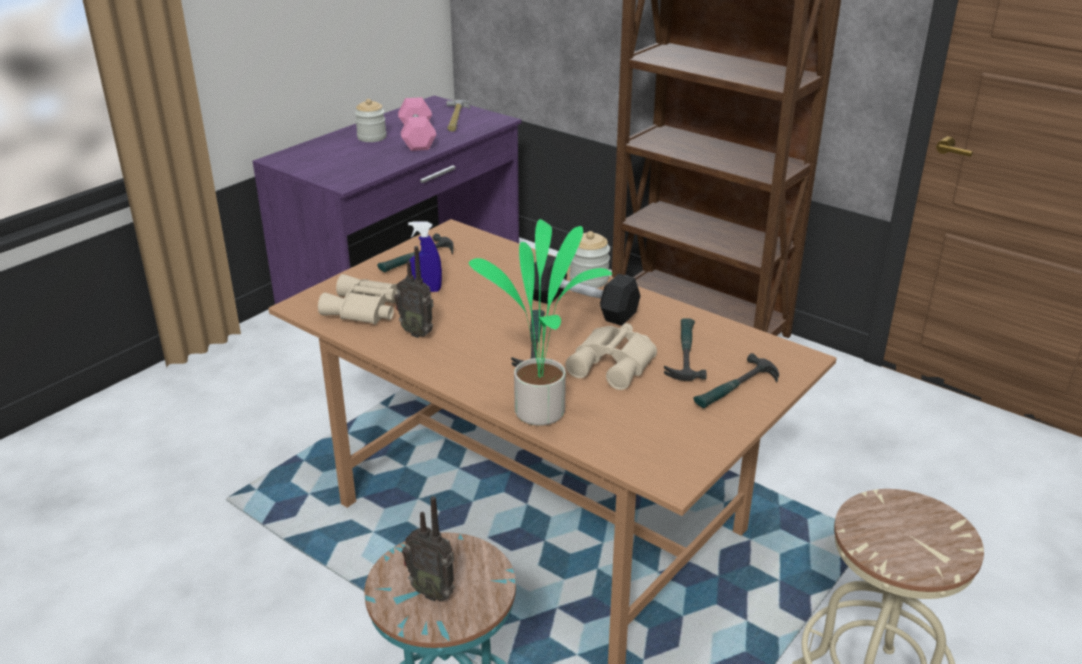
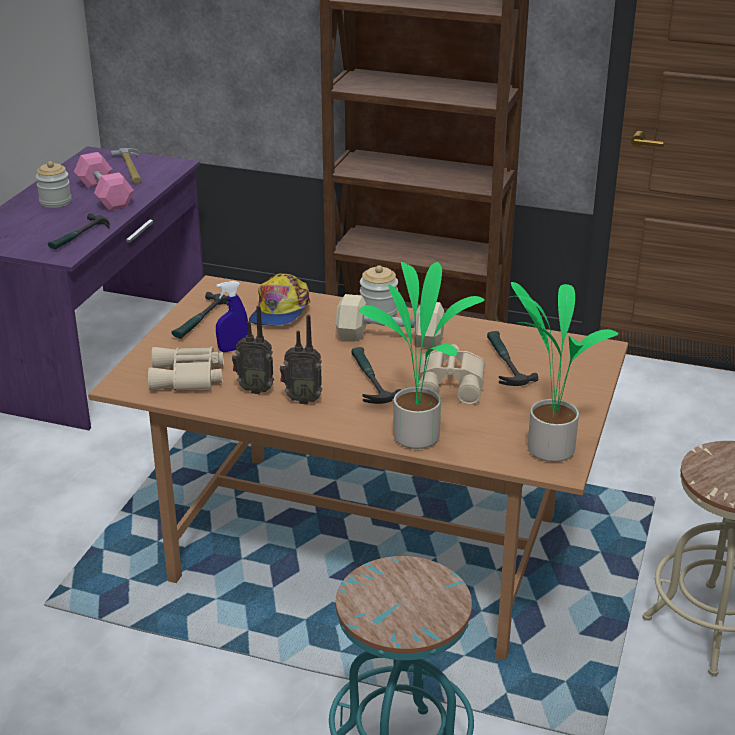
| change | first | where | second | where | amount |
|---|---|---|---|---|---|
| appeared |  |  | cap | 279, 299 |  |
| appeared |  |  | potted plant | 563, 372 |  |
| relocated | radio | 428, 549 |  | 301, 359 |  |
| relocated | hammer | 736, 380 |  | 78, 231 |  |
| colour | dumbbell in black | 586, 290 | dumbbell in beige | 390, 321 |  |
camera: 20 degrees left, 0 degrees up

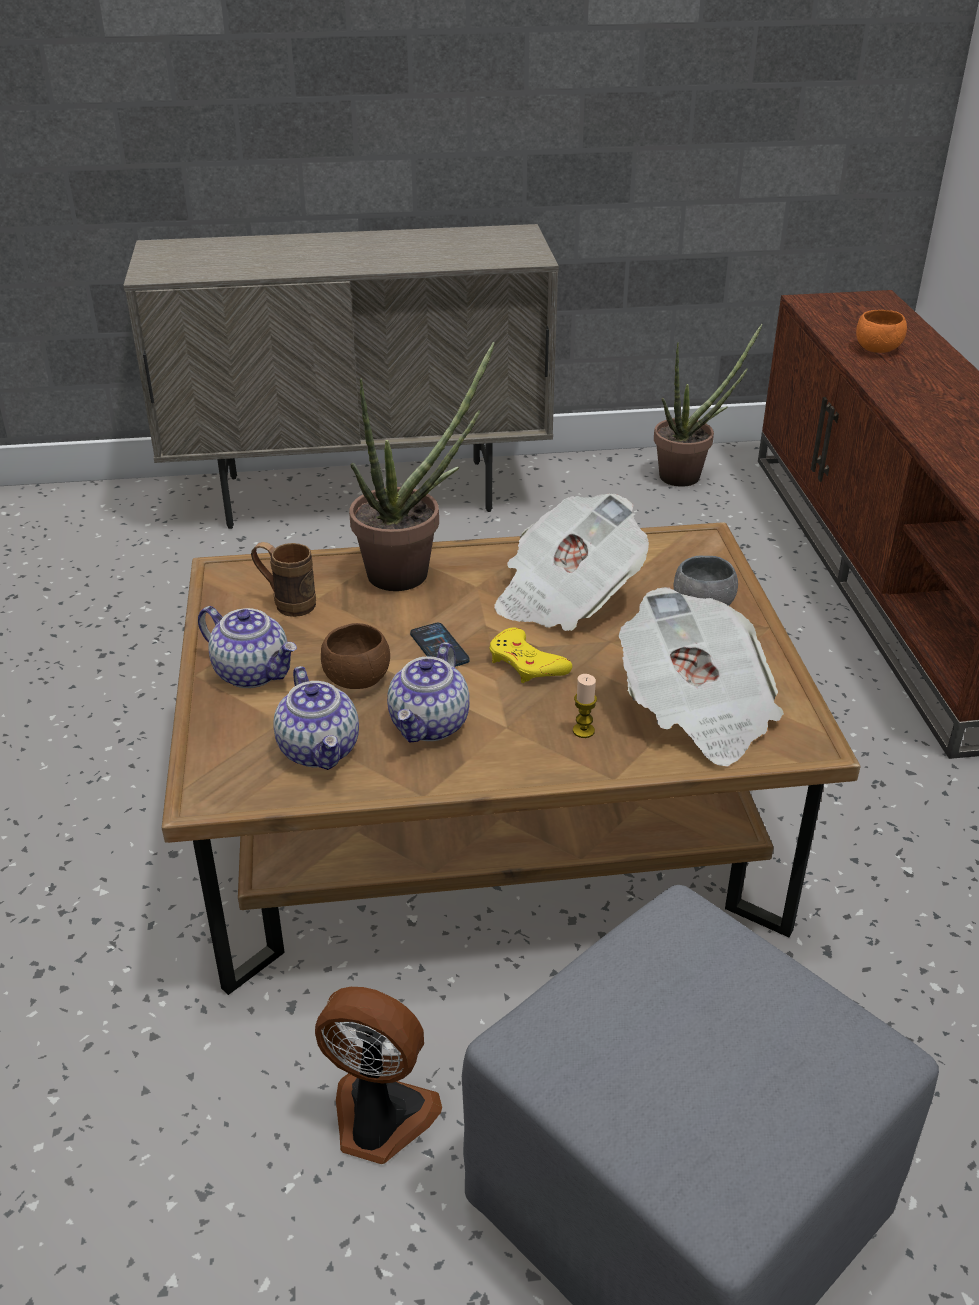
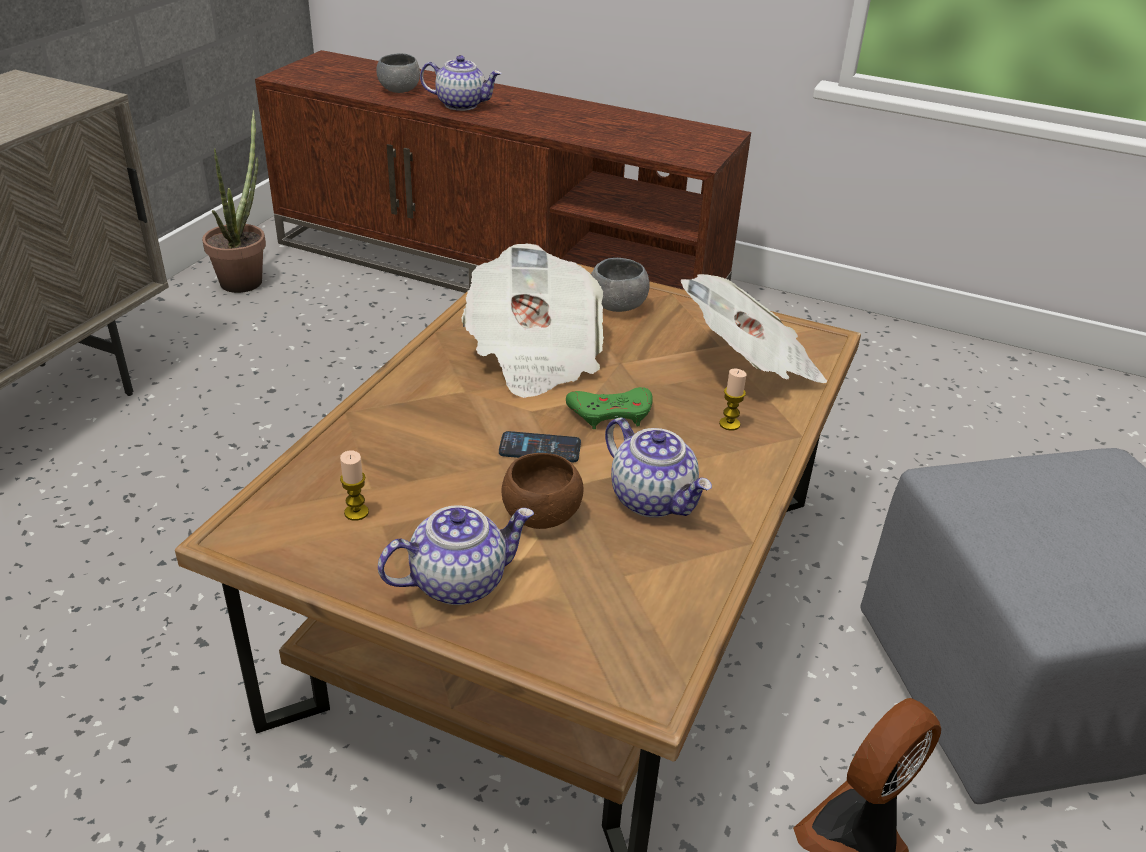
| change | first | where | second | where | amount |
|---|---|---|---|---|---|
| missing | potted plant | 422, 466 |  |  |  |
| relocated | teapot | 316, 718 |  | 460, 83 |  |
| exchanged | mug in brown | 283, 579 | candle | 354, 485 |  |
| colour | game controller in yellow | 530, 655 | game controller in green | 609, 408 |  |
| colour | bowl in orange | 881, 331 | bowl in grey | 398, 73 |  |
camera: 60 degrees left, 0 degrees up

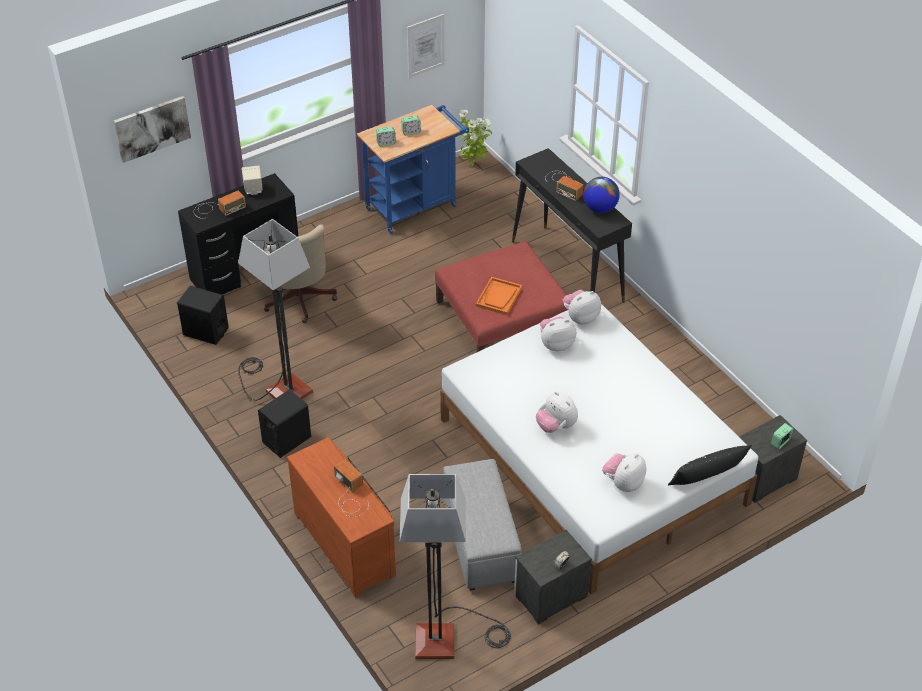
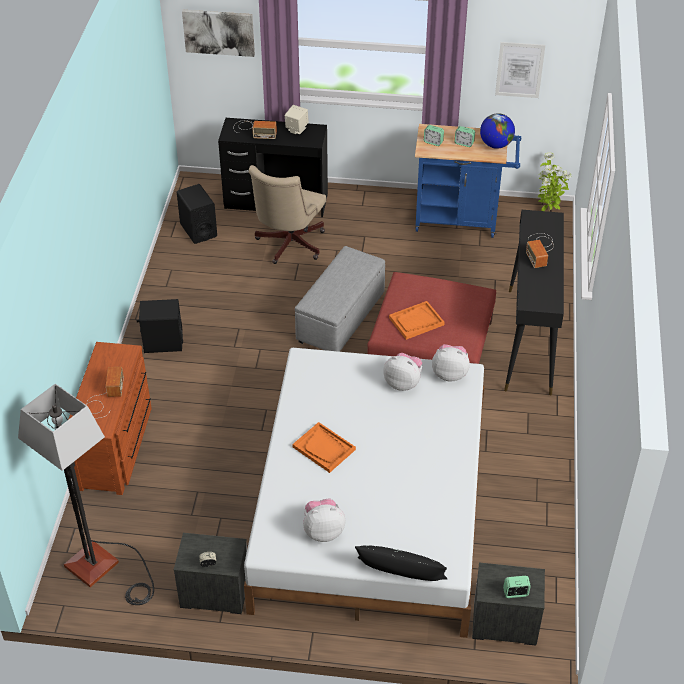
| change | first | where | second | where | amount |
|---|---|---|---|---|---|
| missing | floor lamp | 275, 310 |  |  |  |
| relocated | ottoman in grey | 482, 524 |  | 340, 299 |  |
| relocated | globe | 601, 195 |  | 497, 131 |  |
| exchanged | plush toy | 557, 412 | tray in orange | 324, 447 |  |
camera: 40 degrees right, 0 degrees up

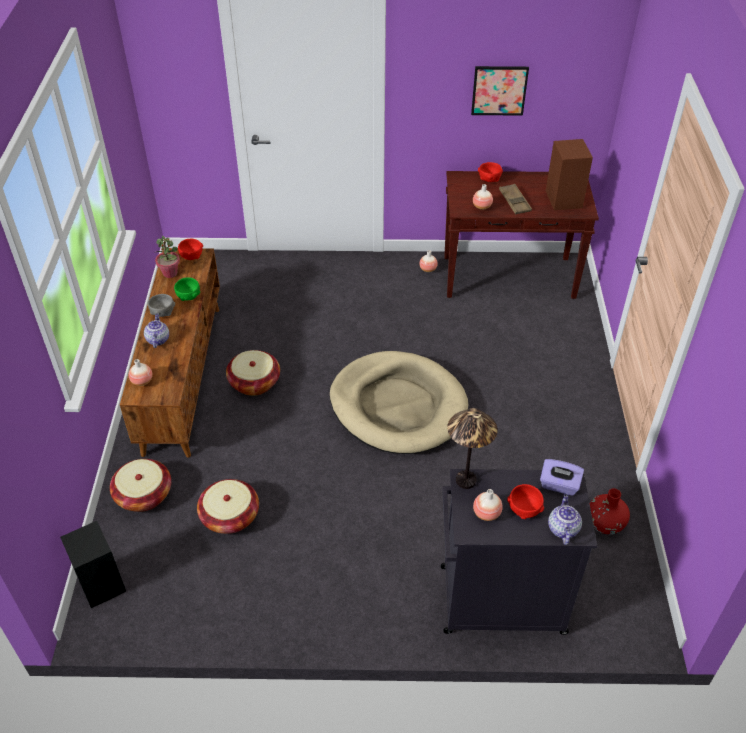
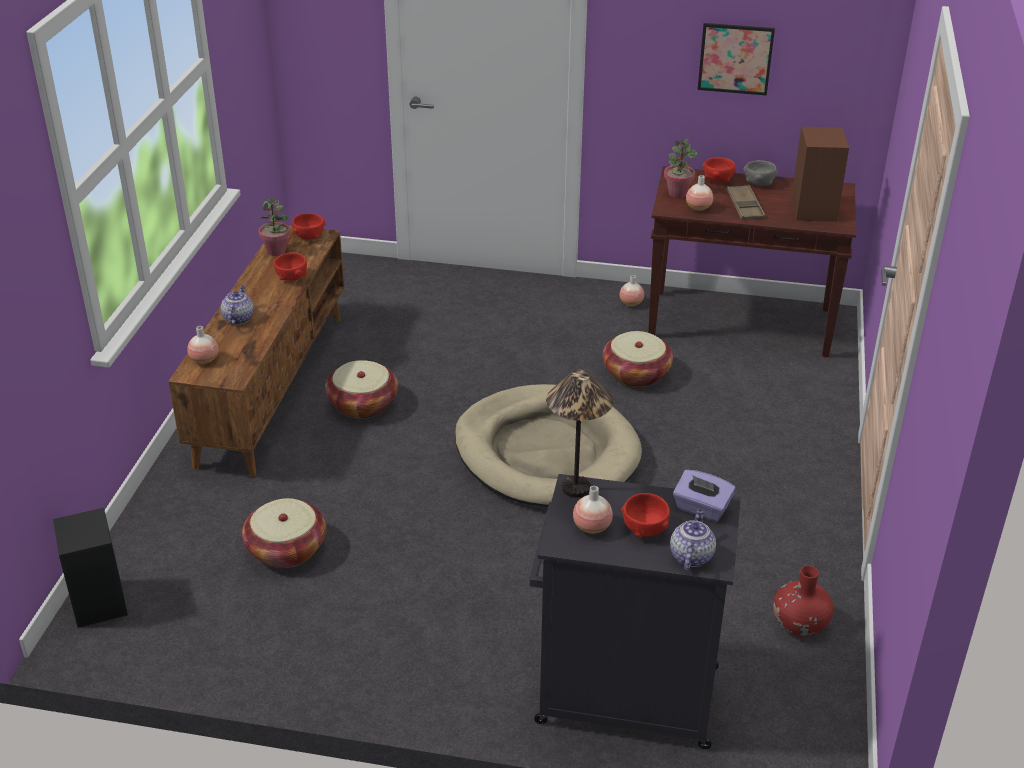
| change | first | where | second | where | amount |
|---|---|---|---|---|---|
| appeared |  |  | potted plant | 680, 168 |  |
| relocated | basket | 140, 485 |  | 638, 359 |  |
| relocated | bowl in grey | 161, 305 |  | 761, 173 |  |
| colour | bowl in green | 187, 289 | bowl in red | 290, 267 |  |
camera: 10 degrees right, 10 degrees down

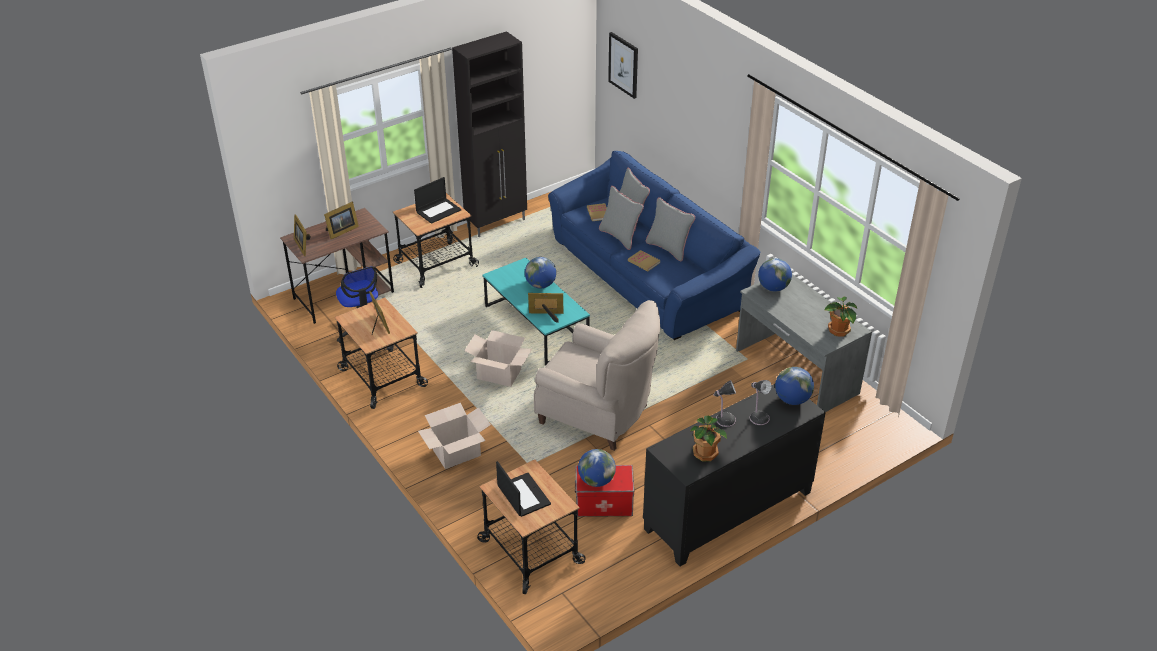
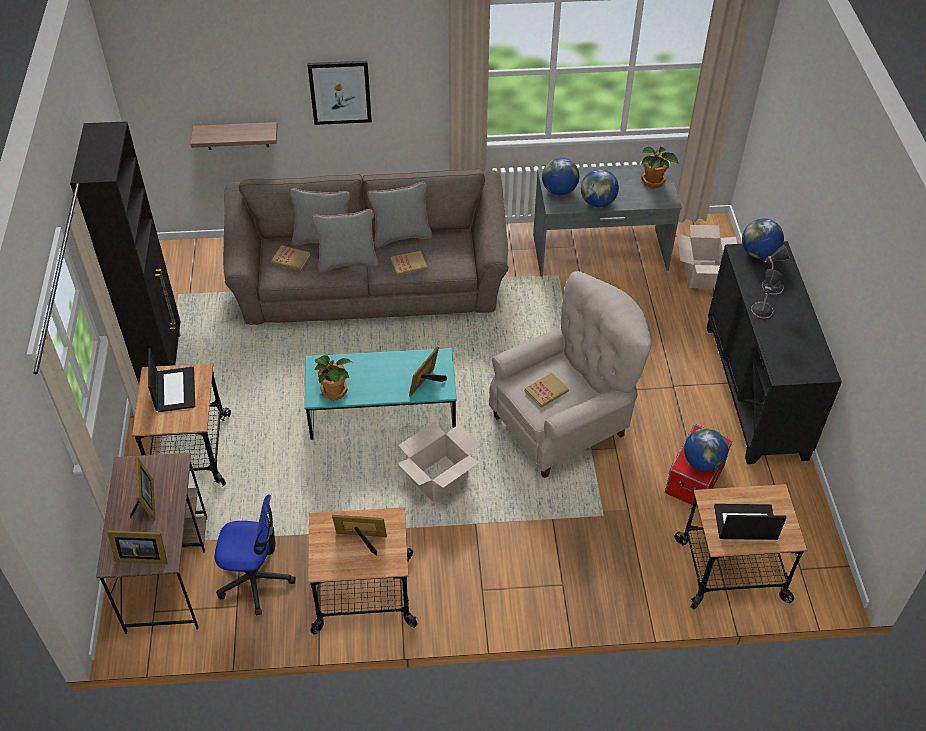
| change | first | where | second | where | amount |
|---|---|---|---|---|---|
| appeared |  |  | shelf | 233, 136 |  |
| appeared |  |  | book | 547, 390 |  |
| relocated | cardboard box | 454, 436 |  | 706, 257 |  |
| relocated | globe | 540, 272 |  | 600, 188 |  |
| relocated | picture | 623, 65 |  | 340, 93 |  |
| relocated | potted plant | 708, 439 |  | 333, 378 |  |
| colour | sofa in blue | 654, 245 | sofa in brown | 366, 246 |  |
camera: 60 degrees left, 10 degrees up

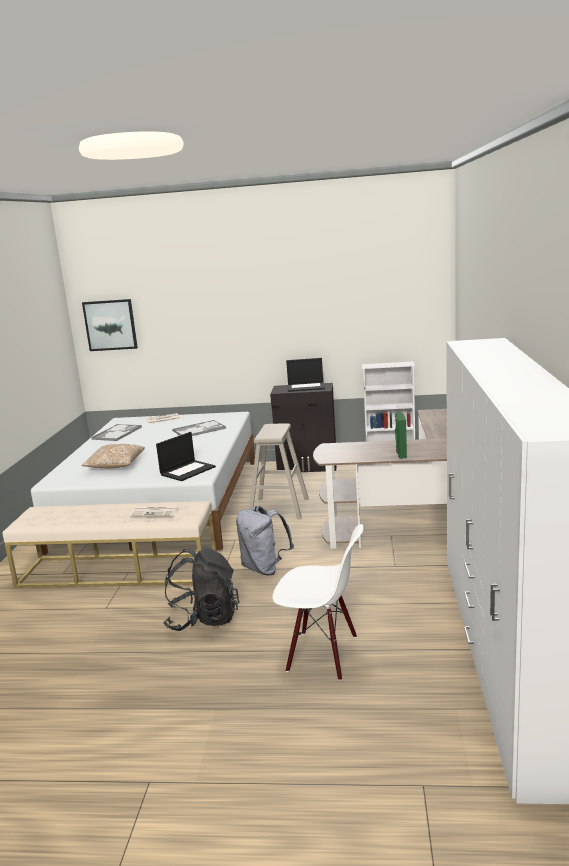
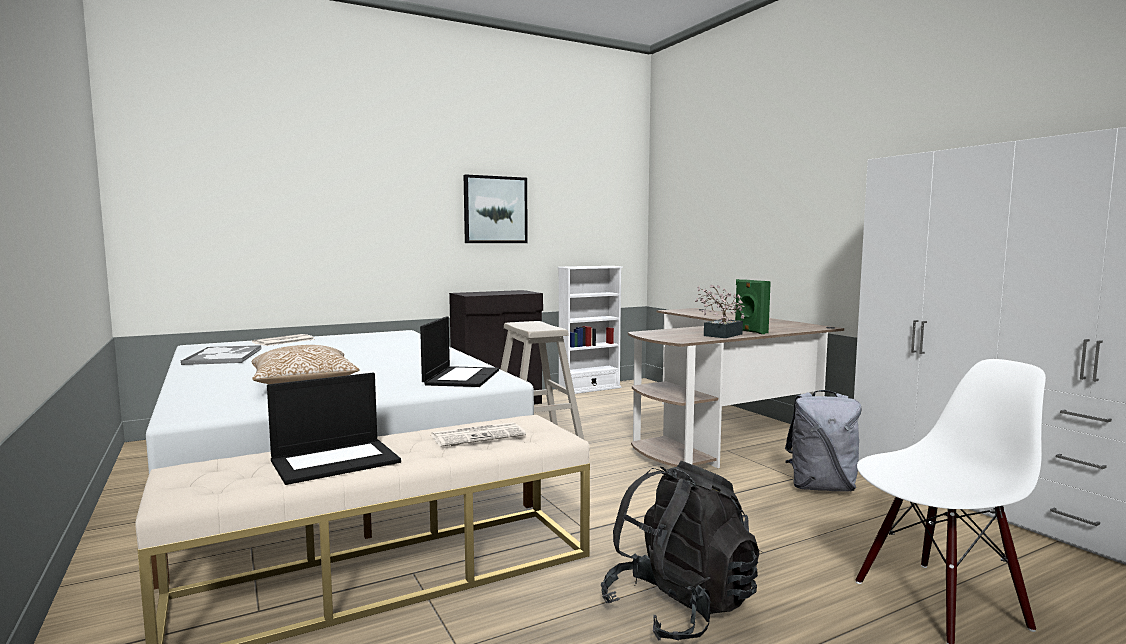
| change | first | where | second | where | amount |
|---|---|---|---|---|---|
| missing | tray | 199, 428 |  |  |  |
| appeared |  |  | potted plant | 720, 311 |  |
| relocated | picture | 110, 325 |  | 496, 208 |  |
| relocated | backpack in grey | 265, 540 |  | 823, 441 |  |
| relocated | laptop | 305, 375 |  | 334, 429 |  |
camera: 35 degrees left, 10 degrees down

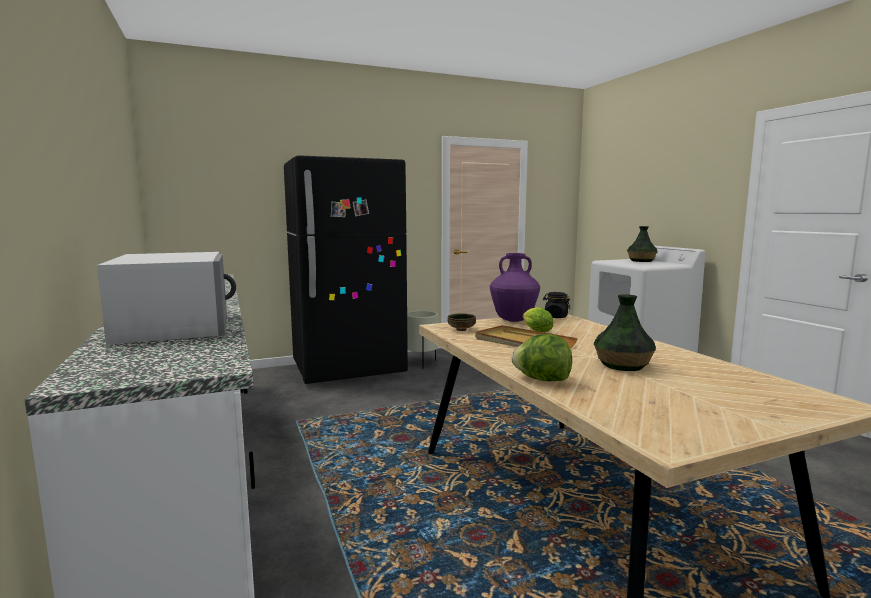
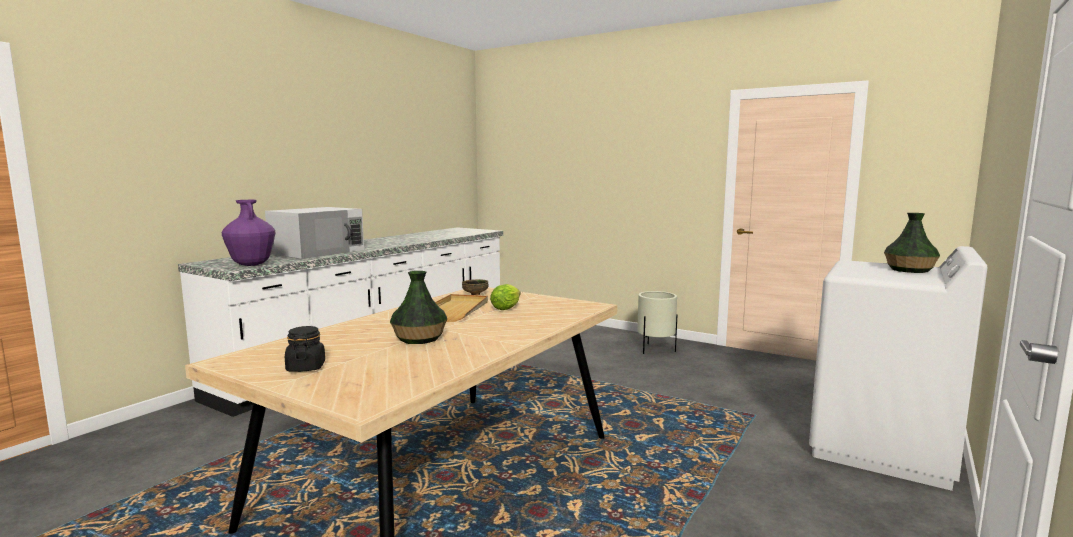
| change | first | where | second | where | amount |
|---|---|---|---|---|---|
| missing | fridge in black | 346, 269 |  |  |  |
| missing | lettuce | 541, 357 |  |  |  |
| relocated | vase in purple | 515, 287 |  | 248, 233 |  |
| relocated | jar in black | 556, 305 |  | 305, 349 |  |
camera: 55 degrees right, 0 degrees up

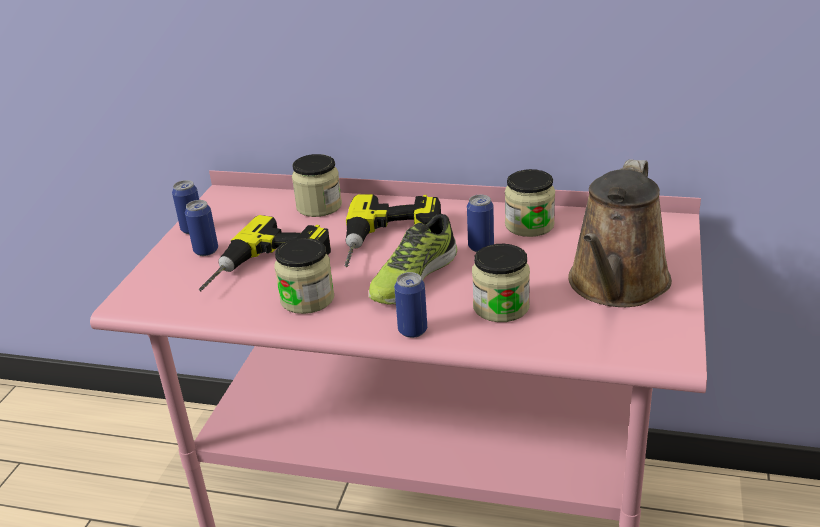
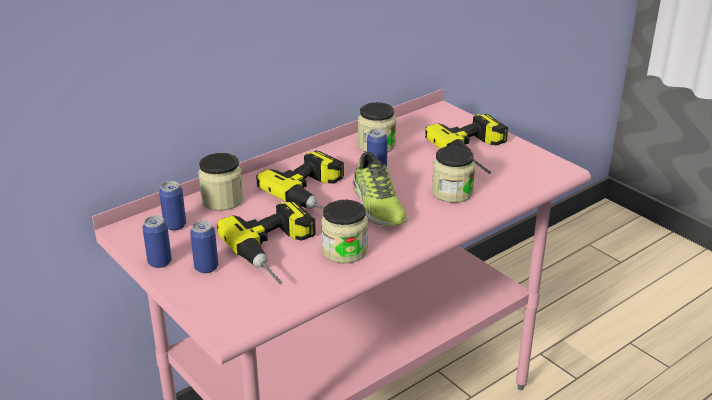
| change | first | where | second | where | amount |
|---|---|---|---|---|---|
| relocated | can | 410, 305 |  | 172, 206 |  |
| exchanged | watering can in brown | 620, 233 | power drill | 466, 144 |  |
camera: 55 degrees left, 0 degrees up

